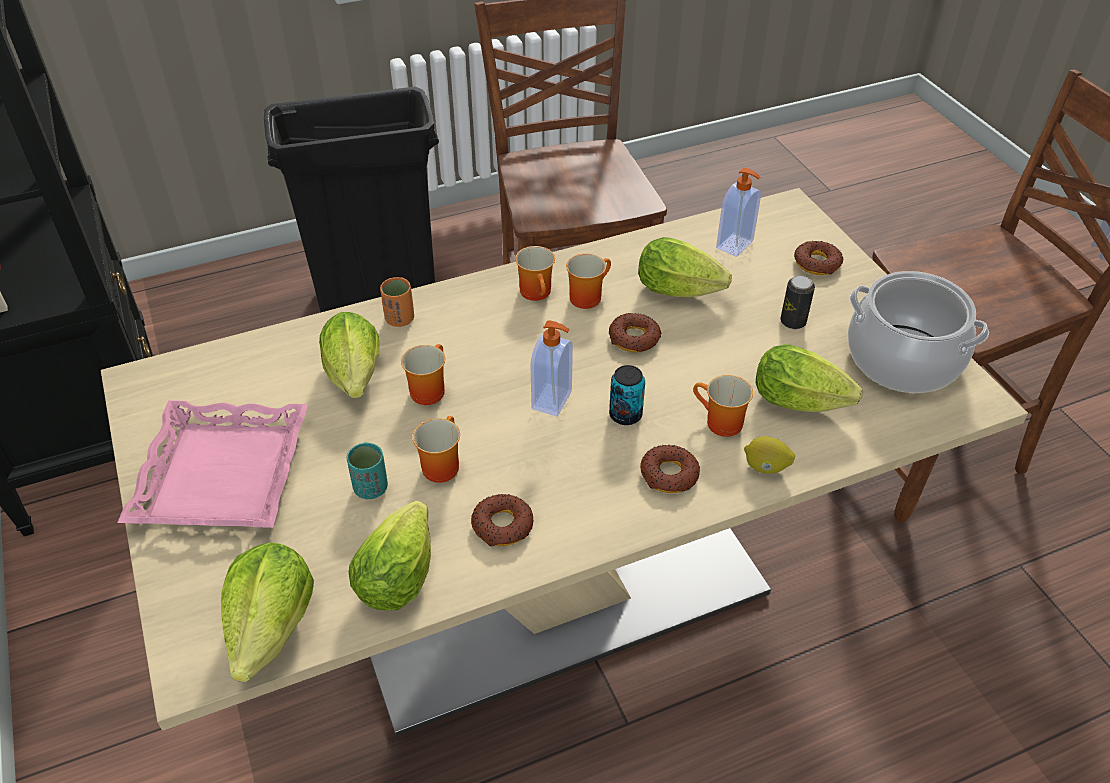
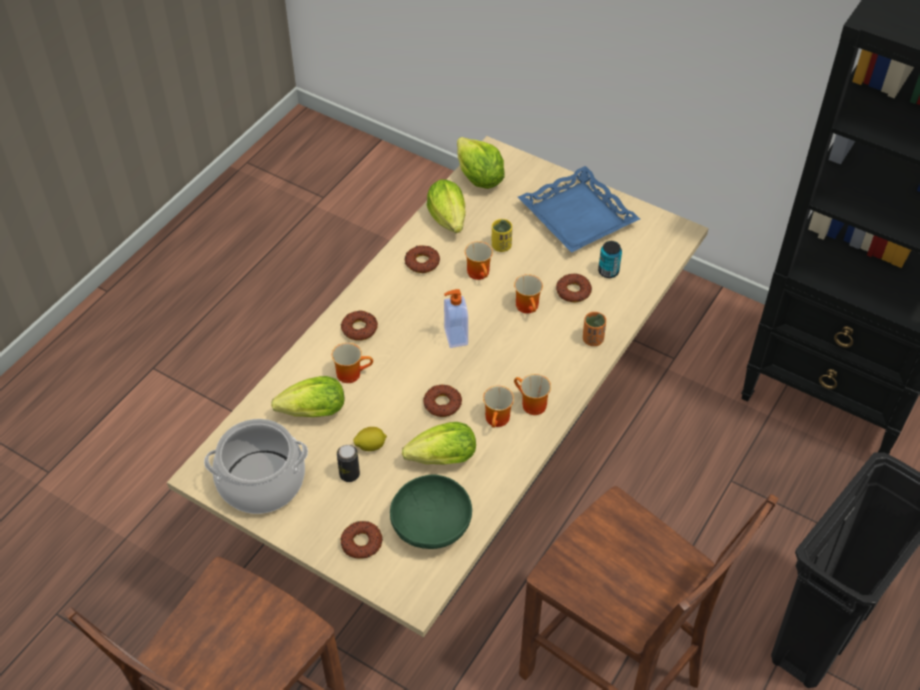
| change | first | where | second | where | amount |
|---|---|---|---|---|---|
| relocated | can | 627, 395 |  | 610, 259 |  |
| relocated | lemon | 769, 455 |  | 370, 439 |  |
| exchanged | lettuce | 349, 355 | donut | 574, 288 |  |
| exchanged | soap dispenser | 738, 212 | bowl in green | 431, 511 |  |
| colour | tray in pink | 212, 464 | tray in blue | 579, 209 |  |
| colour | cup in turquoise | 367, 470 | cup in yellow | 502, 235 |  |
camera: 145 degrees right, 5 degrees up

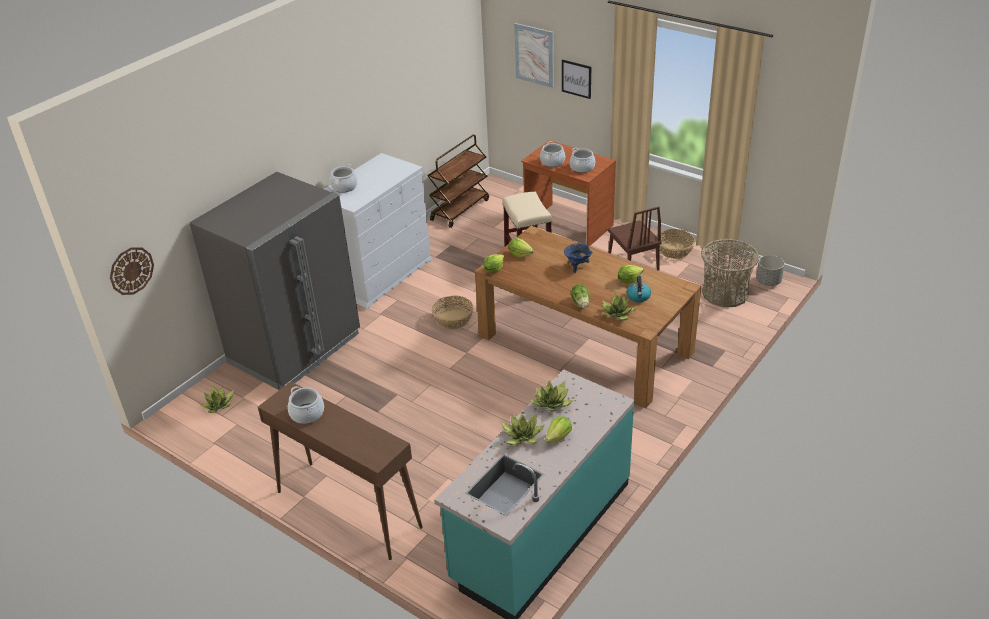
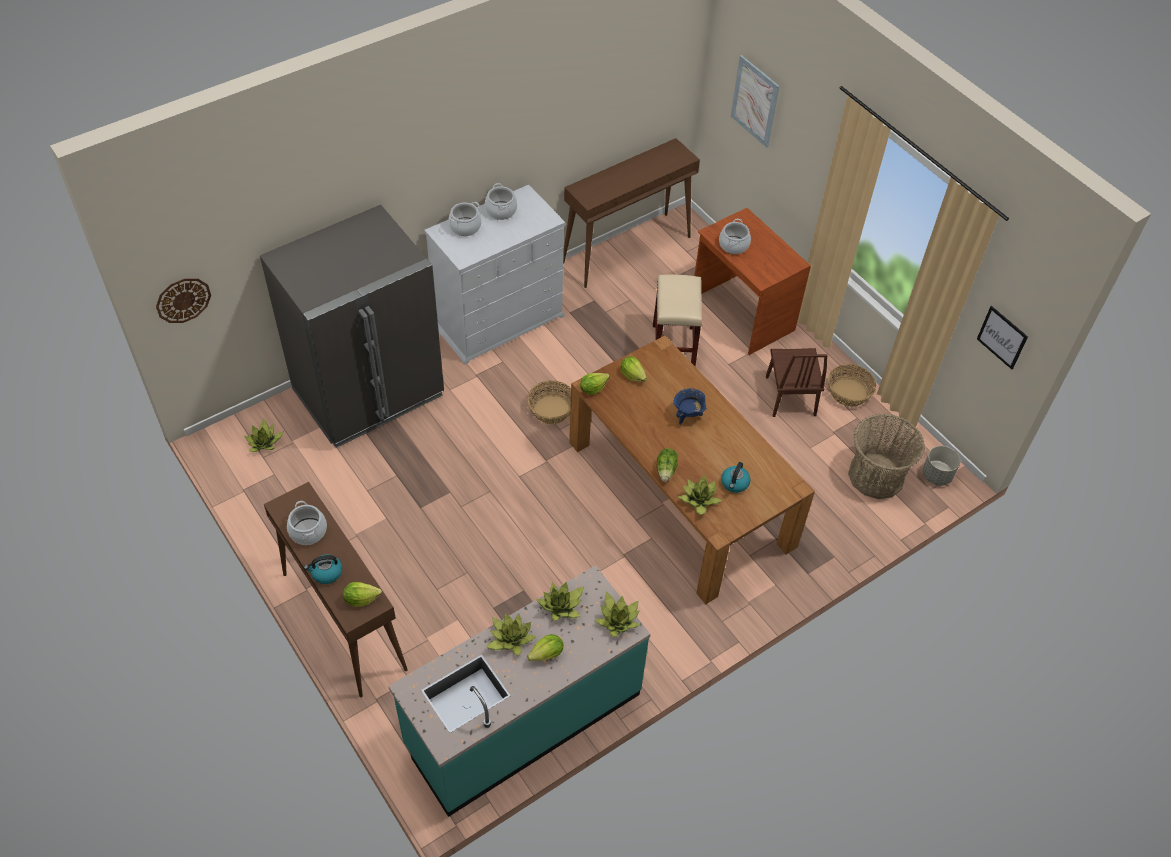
| change | first | where | second | where | amount |
|---|---|---|---|---|---|
| appeared |  |  | kettle | 323, 569 |  |
| appeared |  |  | potted plant | 617, 614 |  |
| relocated | picture | 576, 79 |  | 1002, 337 |  |
| relocated | cooking pot | 582, 160 |  | 501, 201 |  |
| relocated | lettuce | 631, 274 |  | 362, 594 |  |
| exchanged | cart in brown | 458, 181 | console table in brown | 631, 213 |  |
camera: 15 degrees right, 15 degrees up

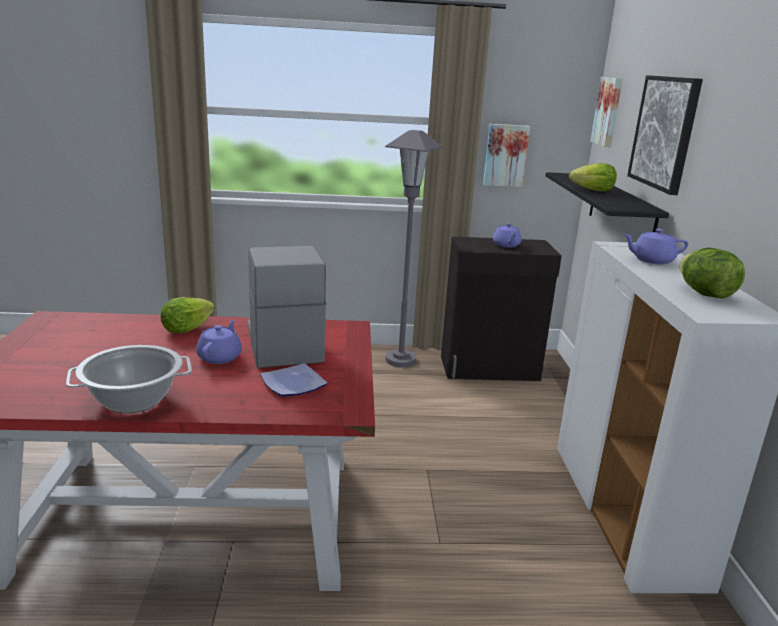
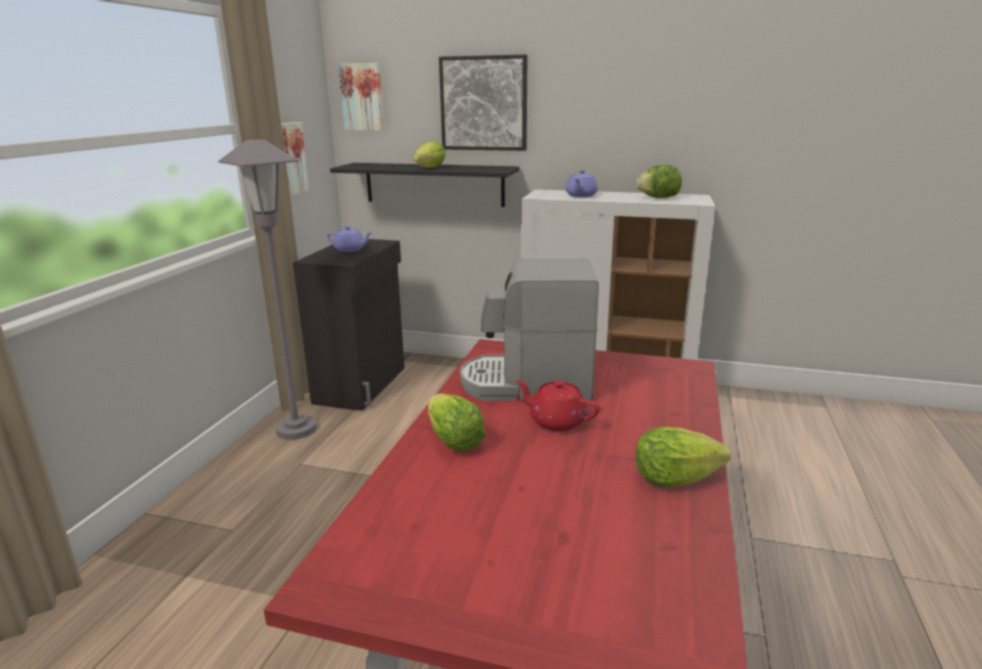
| change | first | where | second | where | amount |
|---|---|---|---|---|---|
| missing | plate | 293, 379 |  |  |  |
| exchanged | cooking pot | 129, 379 | lettuce | 683, 457 |  |
| colour | teapot in purple | 219, 341 | teapot in red | 558, 405 |  |
camera: 70 degrees left, 0 degrees up

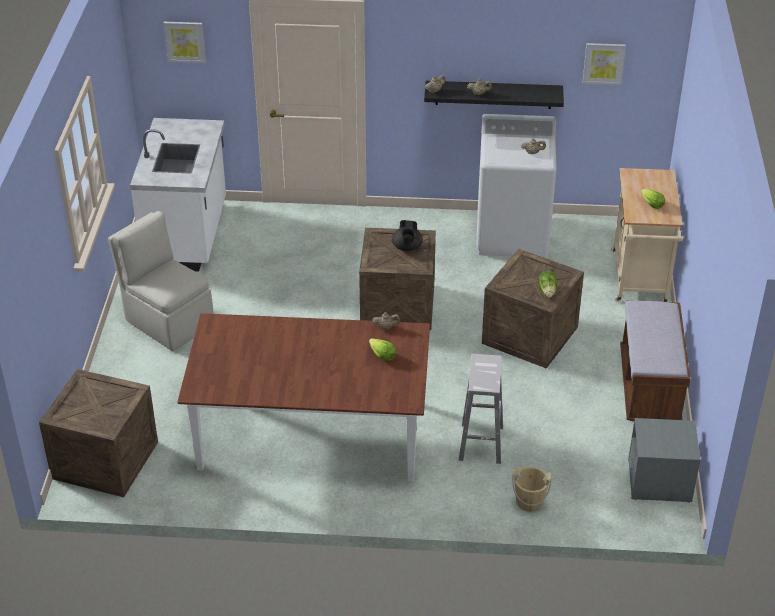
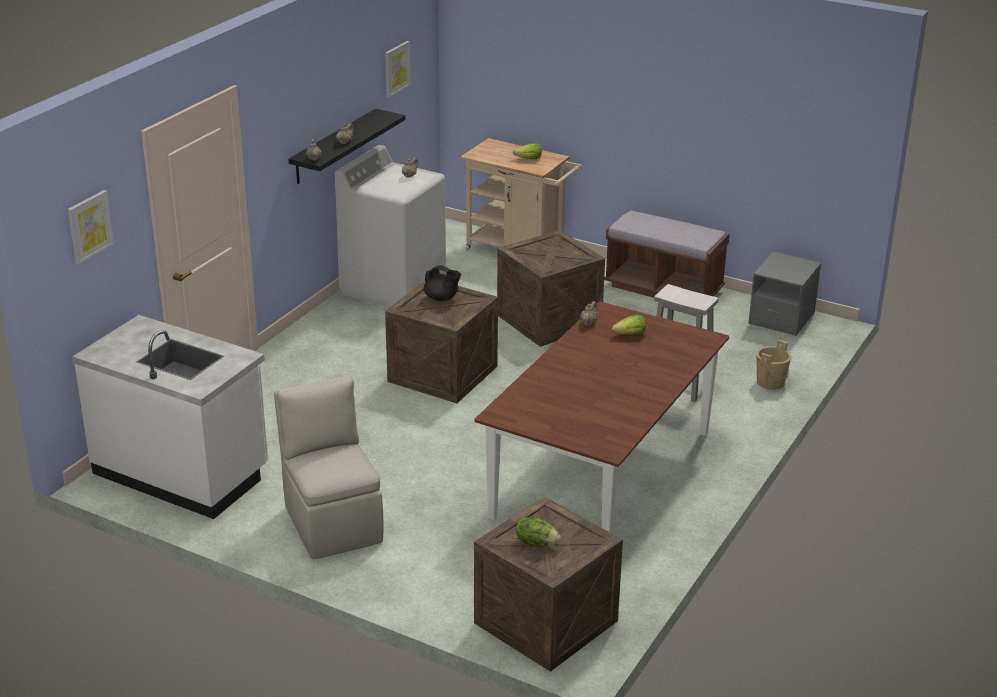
| change | first | where | second | where | amount |
|---|---|---|---|---|---|
| relocated | lettuce | 548, 284 |  | 538, 532 |  |
| spun | chair in beige | 161, 281 |  | 329, 467 | 90 degrees clockwise |
camera: 65 degrees left, 10 degrees down

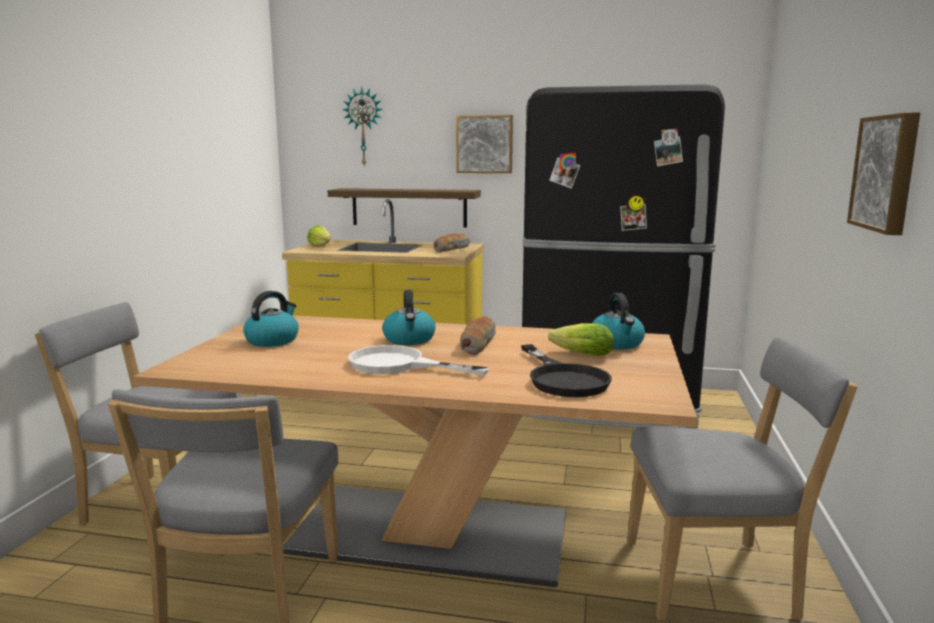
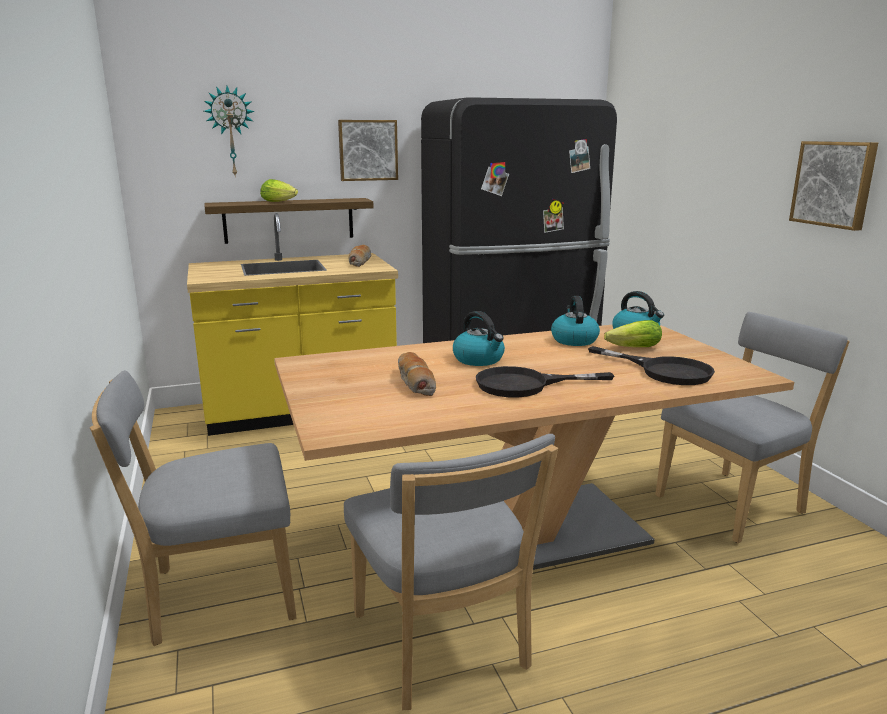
| change | first | where | second | where | amount |
|---|---|---|---|---|---|
| relocated | kettle | 271, 319 |  | 575, 321 |  |
| relocated | lettuce | 319, 235 |  | 279, 190 |  |
| relocated | bread | 478, 335 |  | 417, 374 |  |
| colour | frying pan in white | 418, 360 | frying pan in black | 545, 381 |  |
camera: 30 degrees left, 5 degrees up

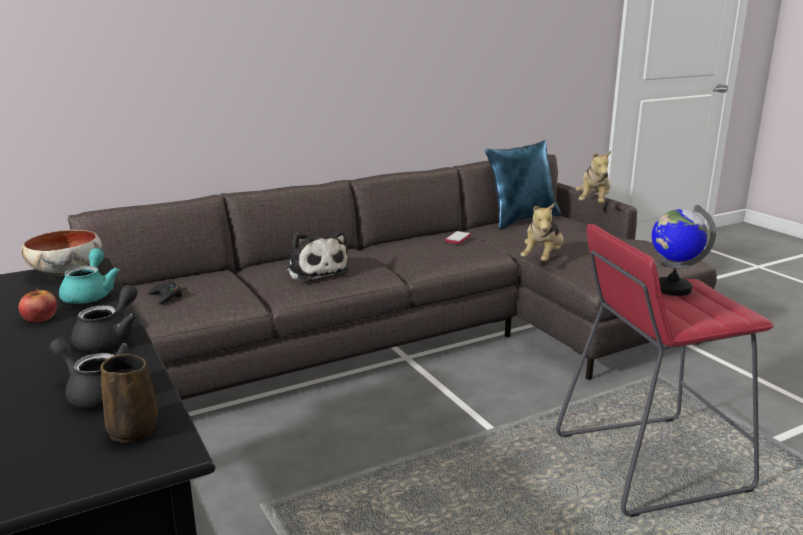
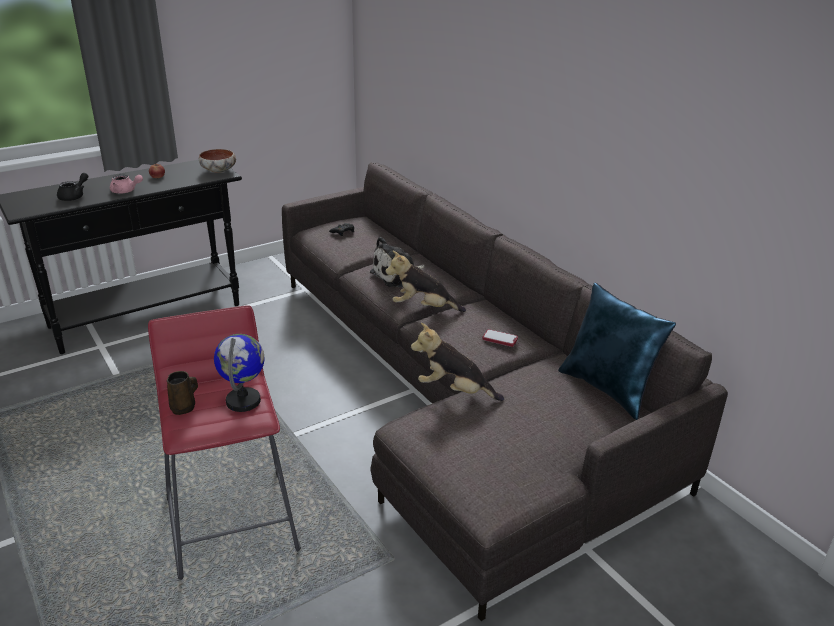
| change | first | where | second | where | amount |
|---|---|---|---|---|---|
| missing | teapot in turquoise | 89, 276 |  |  |  |
| relocated | mug in brown | 129, 398 |  | 182, 393 |  |
| relocated | plush toy | 593, 177 |  | 425, 281 |  |
| colour | teapot in black | 104, 318 | teapot in pink | 126, 184 |  |
camera: 85 degrees right, 10 degrees up

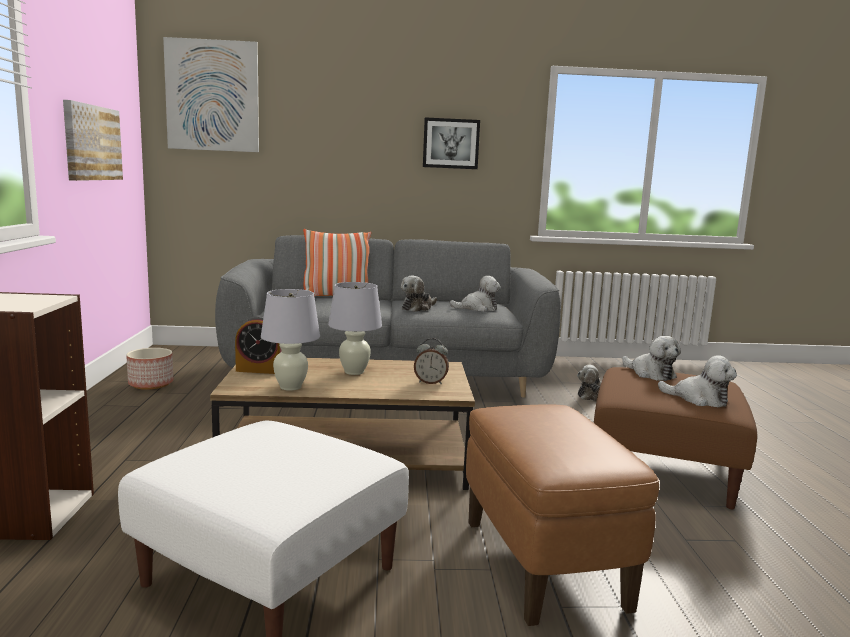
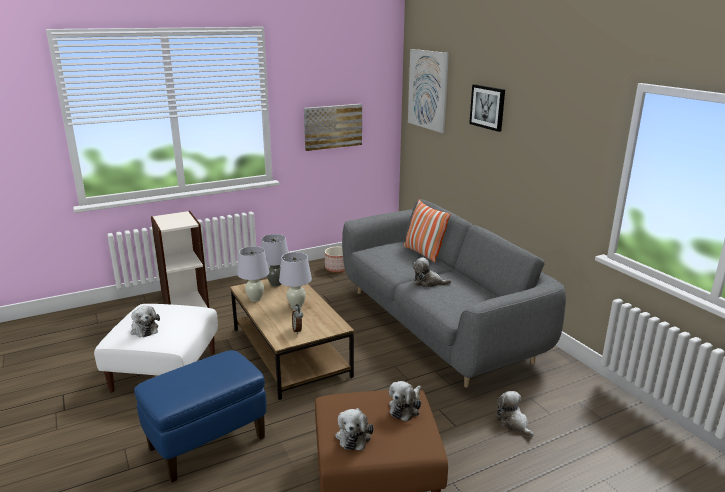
| change | first | where | second | where | amount |
|---|---|---|---|---|---|
| relocated | picture | 451, 143 |  | 487, 108 |  |
| relocated | plush toy | 475, 294 |  | 145, 321 |  |
| exchanged | alarm clock | 258, 344 | table lamp in grey | 275, 260 |  |
| colour | ottoman in brown | 562, 515 | ottoman in blue | 200, 416 |  |
camera: 65 degrees right, 10 degrees up

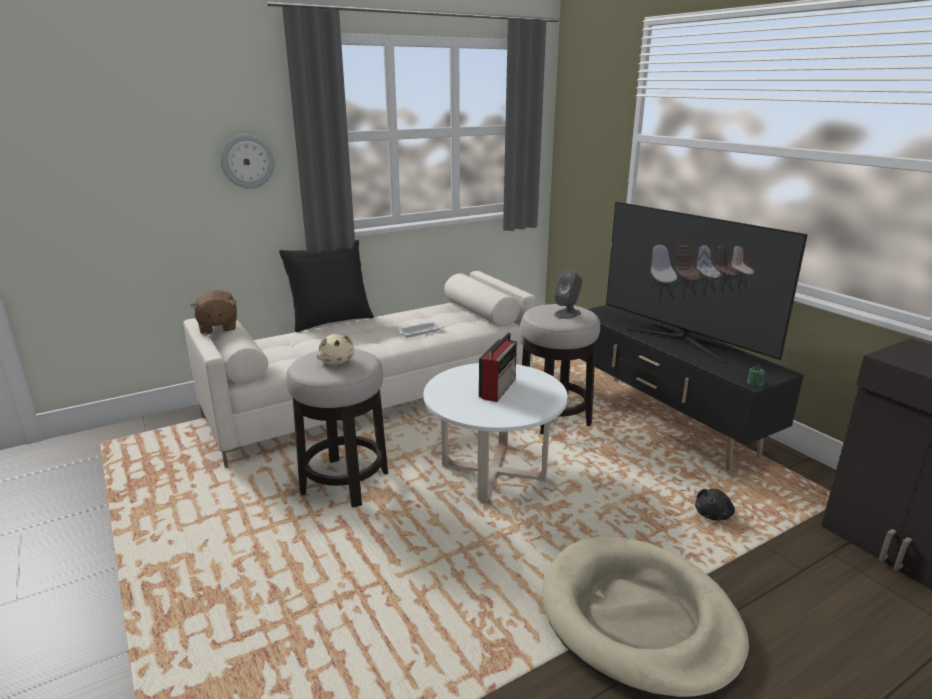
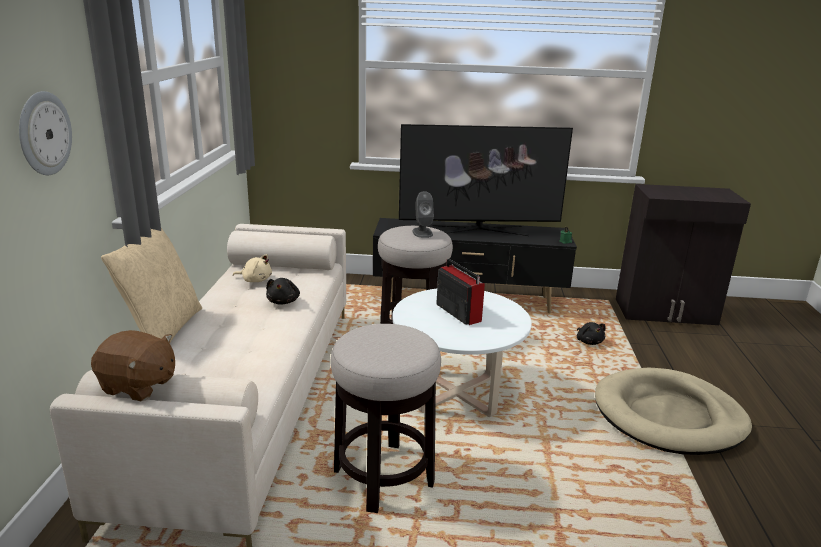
| change | first | where | second | where | amount |
|---|---|---|---|---|---|
| relocated | plush toy in beige | 335, 349 |  | 252, 268 |  |
| exchanged | tray in white | 421, 329 | plush toy in black | 283, 291 |  |
| colour | pillow in black | 326, 286 | pillow in beige | 151, 285 |  |
camera: 55 degrees left, 0 degrees up

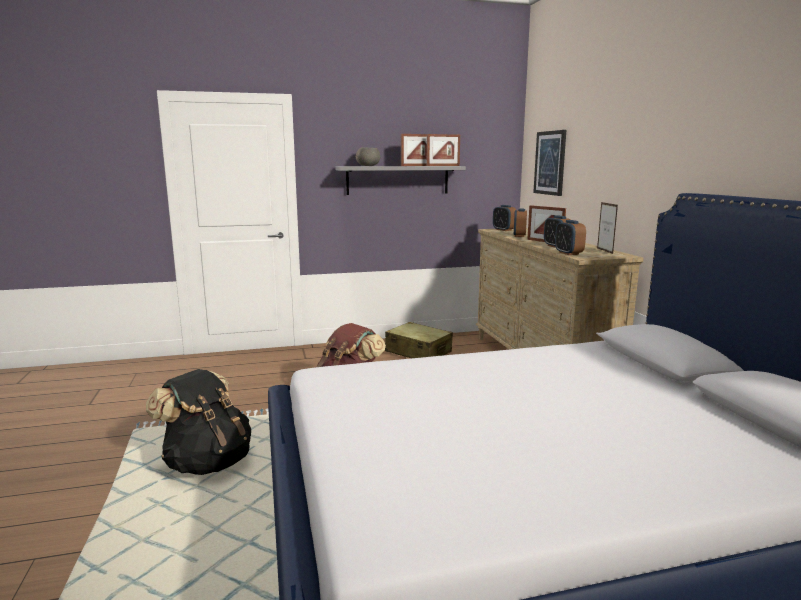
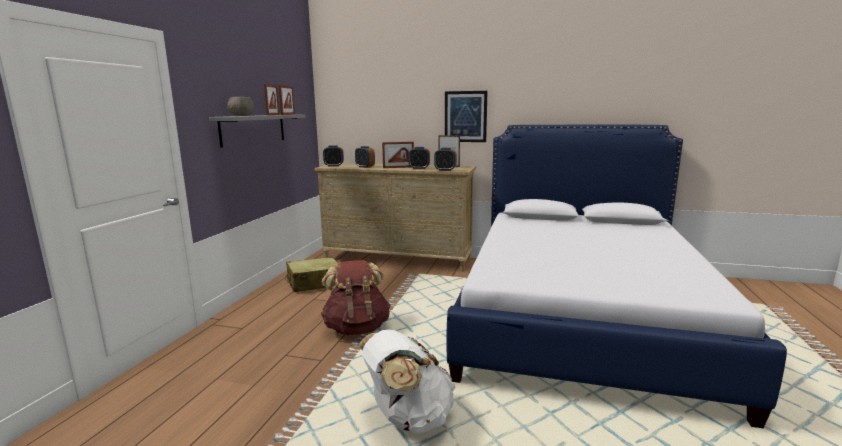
| change | first | where | second | where | amount |
|---|---|---|---|---|---|
| relocated | picture | 549, 163 |  | 466, 116 |  |
| colour | backpack in black | 198, 422 | backpack in white | 407, 382 |  |
camera: 60 degrees left, 0 degrees up

